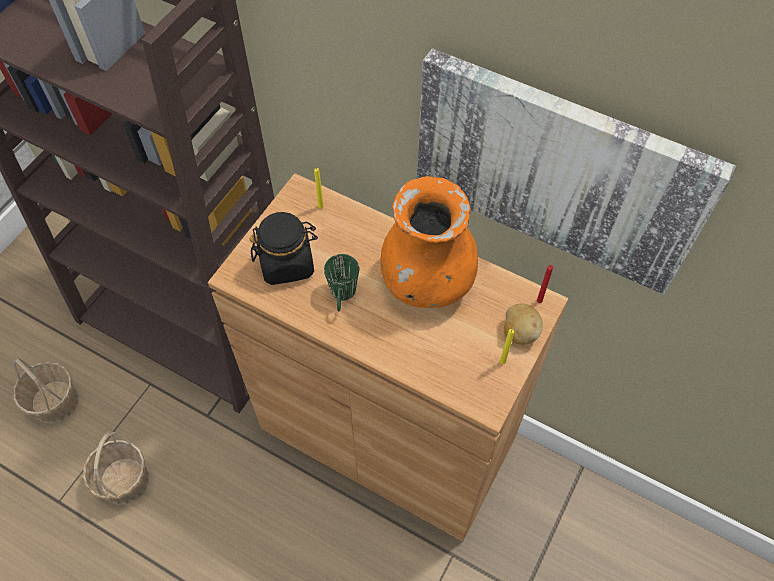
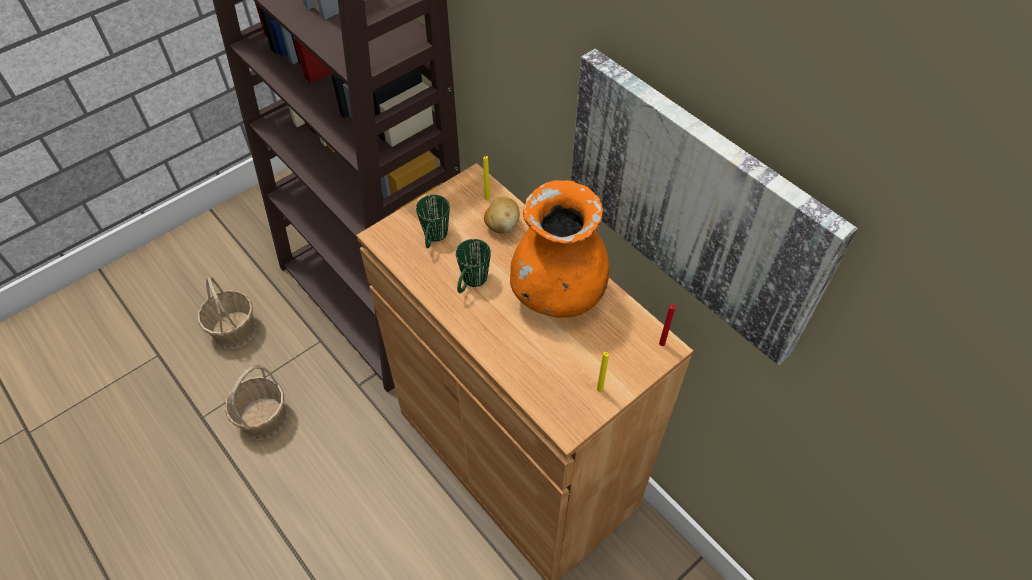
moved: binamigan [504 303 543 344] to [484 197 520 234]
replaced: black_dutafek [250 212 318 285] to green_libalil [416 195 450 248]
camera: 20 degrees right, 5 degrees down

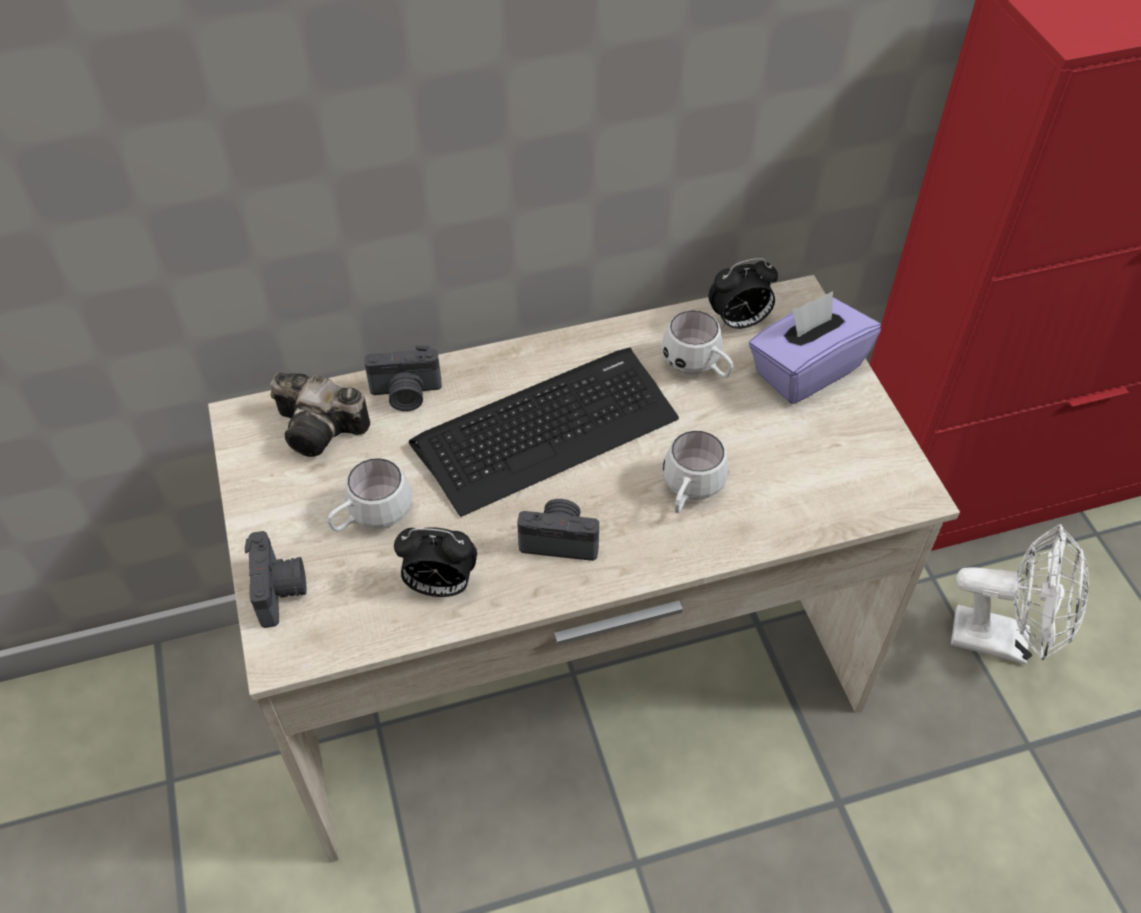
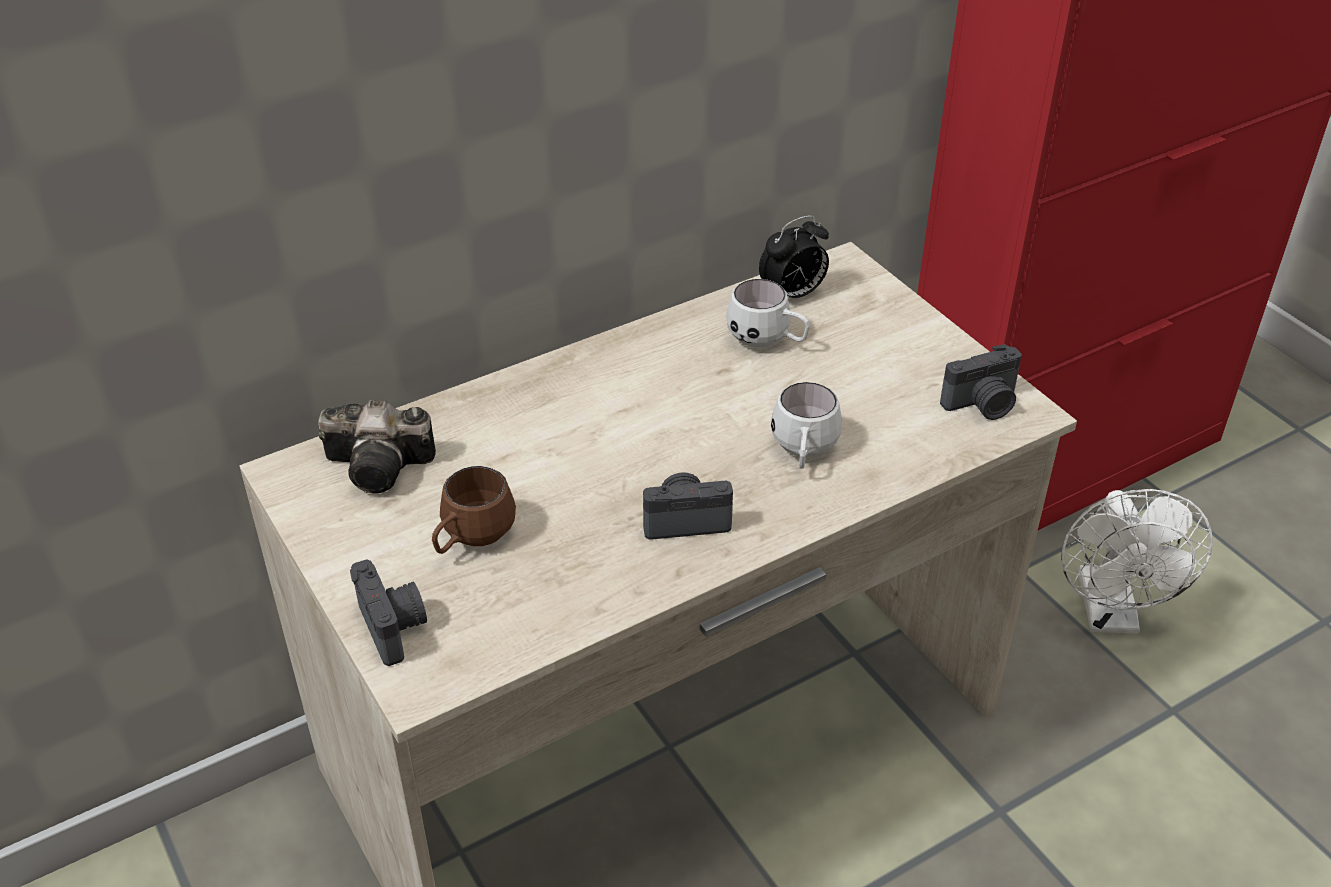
removed: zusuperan [394 527 477 597]; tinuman [409 347 679 517]; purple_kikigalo [749 291 881 404]
moved: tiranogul [365 346 442 411] to [940 344 1022 420]
recoloured: white_libalil [327 458 412 532] to brown_libalil [432 466 516 554]
turned: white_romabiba [951 524 1089 665] = [1061 489 1213 633] 90 degrees clockwise
camera: 15 degrees left, 10 degrees down

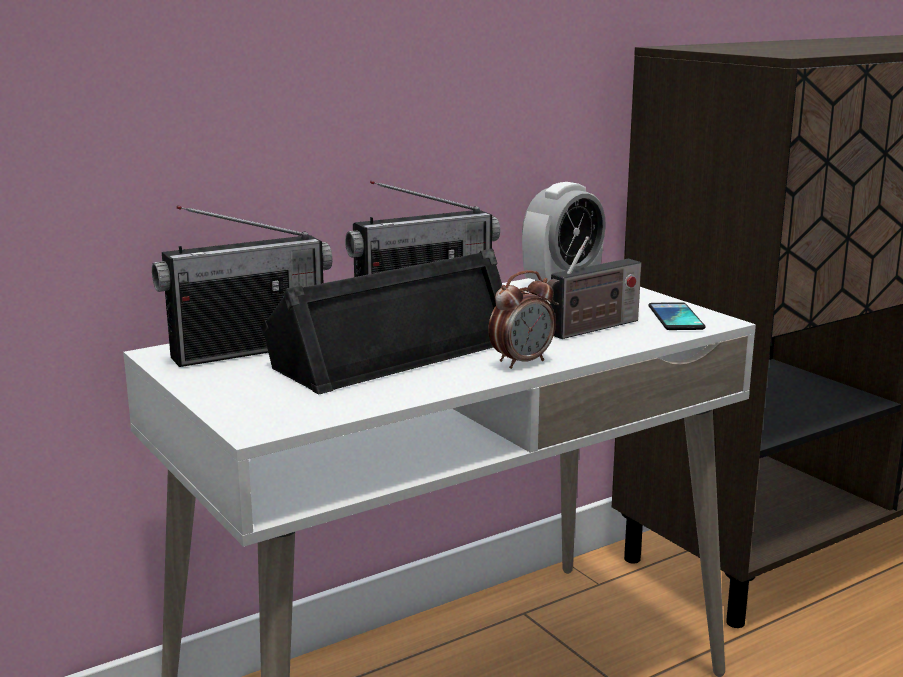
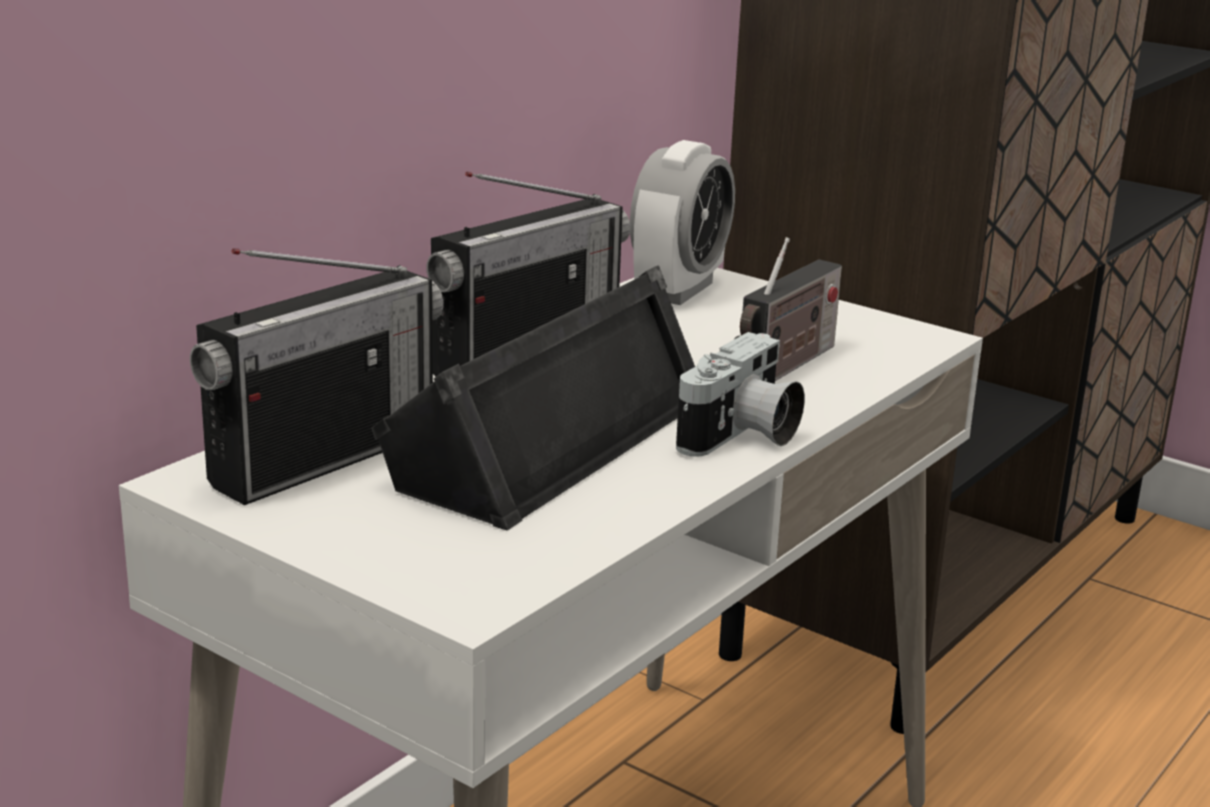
removed: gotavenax [648 302 706 330]
replaced: zusuperan [488 270 556 369] to tiranogul [676 332 805 457]
camera: 20 degrees left, 5 degrees up

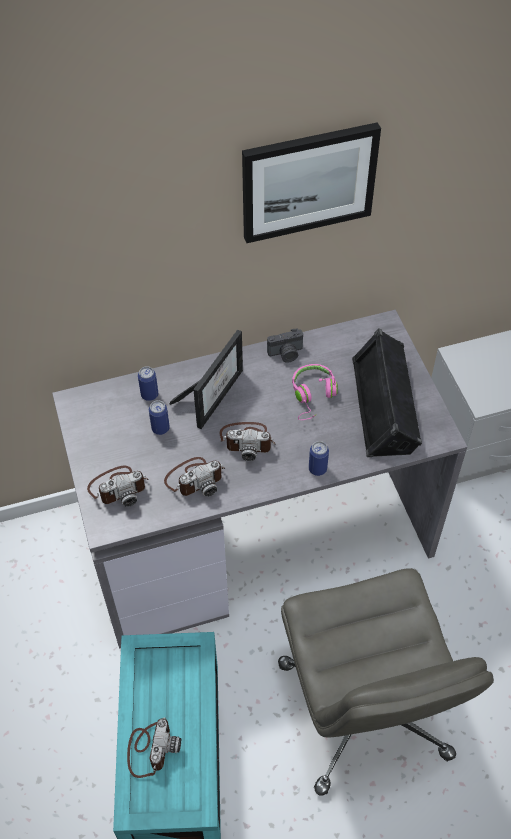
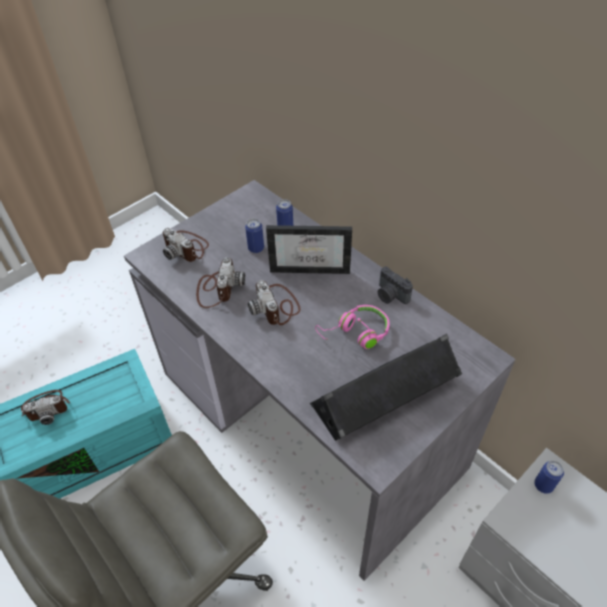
removed: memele [242 122 381 243]
moved: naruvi [309 441 329 476] to [534 460 564 494]
turned: tiranogul [164 457 225 497] = [196 257 245 308] 120 degrees counterclockwise
camera: 65 degrees right, 5 degrees down

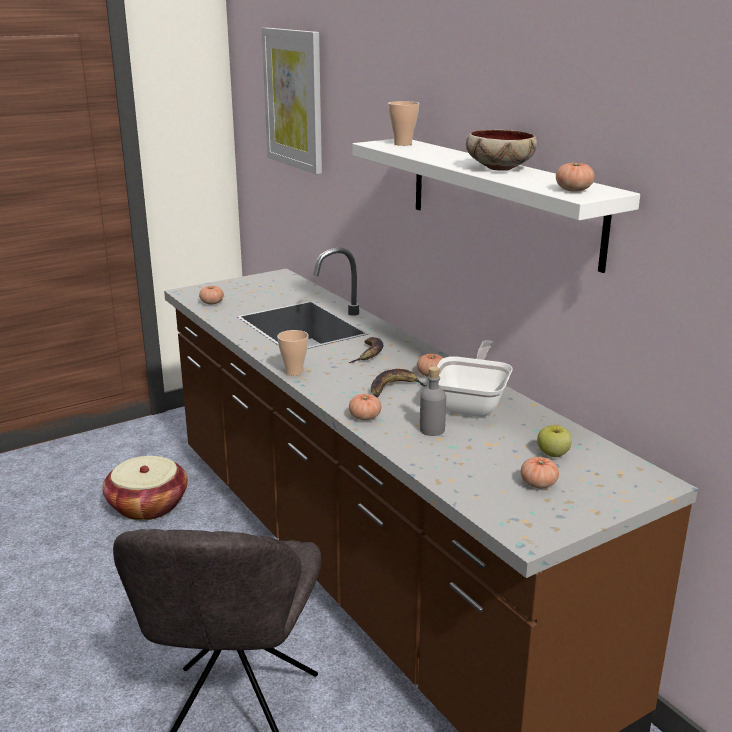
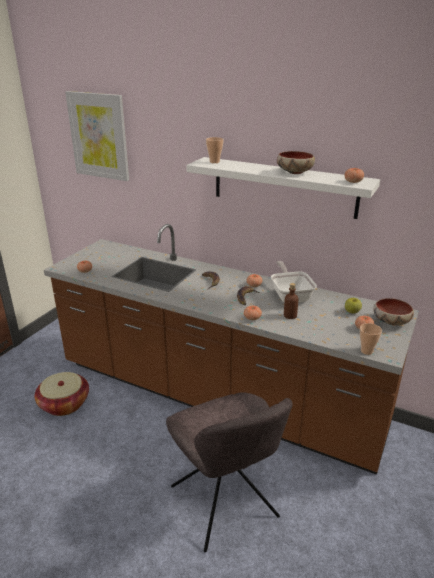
added: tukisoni [373 298 414 325]
moved: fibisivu [277 330 309 376] to [360 323 382 355]
recoloured: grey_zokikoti [420 366 446 436] to brown_zokikoti [284 283 299 319]
camera: 30 degrees left, 5 degrees up

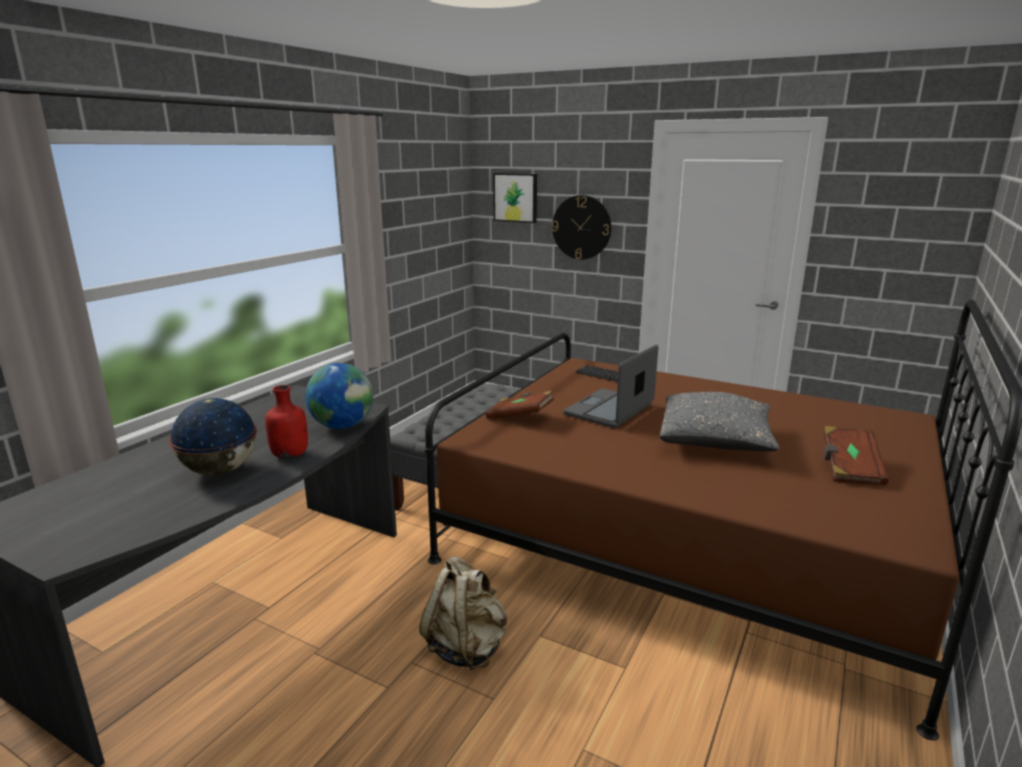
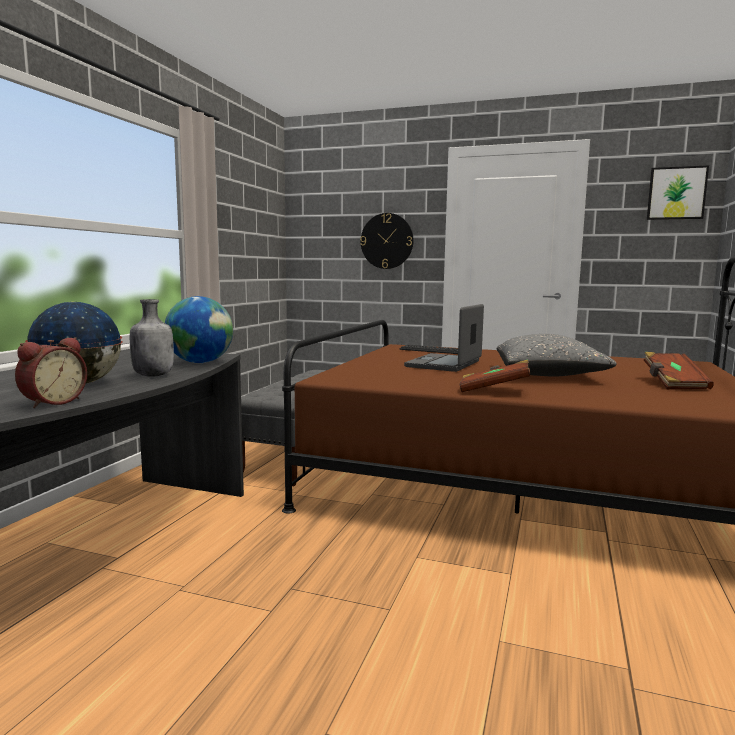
removed: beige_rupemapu [419 557 507 670]
added: zusuperan [15 337 87 408]
moved: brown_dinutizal [486 391 554 419] to [460 360 530 392]; memele [493 173 537 223] to [647 165 709 220]
recoloured: red_zokikoti [265 385 308 458] to grey_zokikoti [130 299 174 377]
camera: 10 degrees left, 10 degrees down

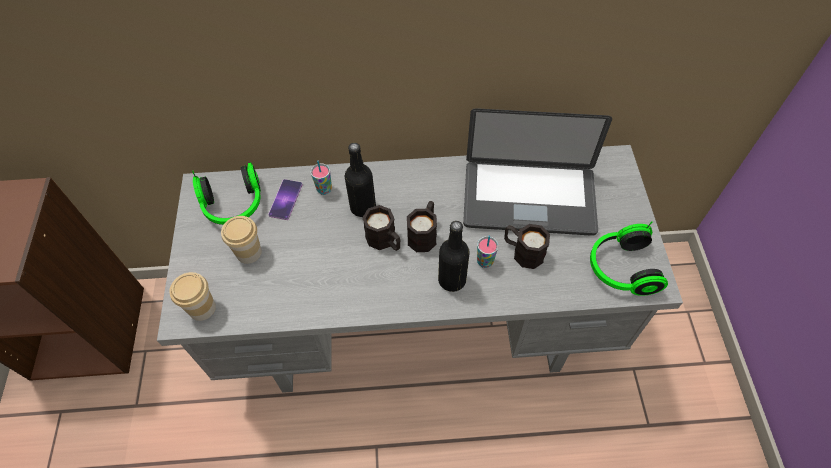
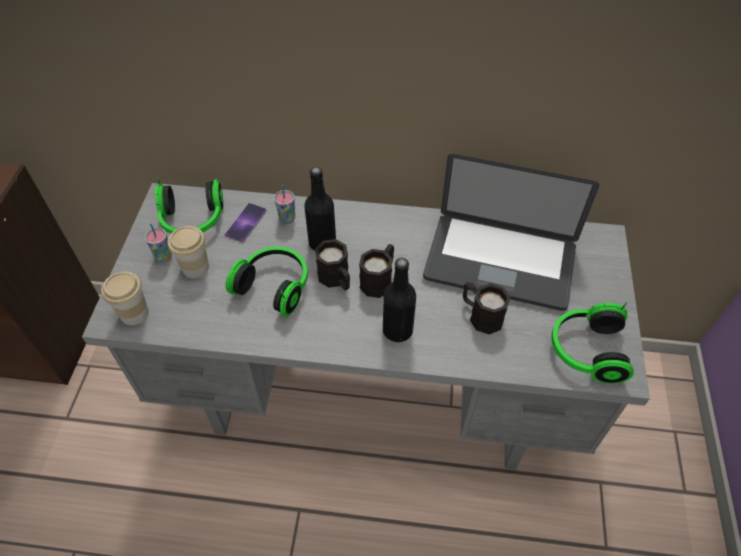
added: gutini [226 247 308 317]
moved: fibisivu [477 235 498 268] to [145 224 172 263]
camera: 10 degrees right, 5 degrees down

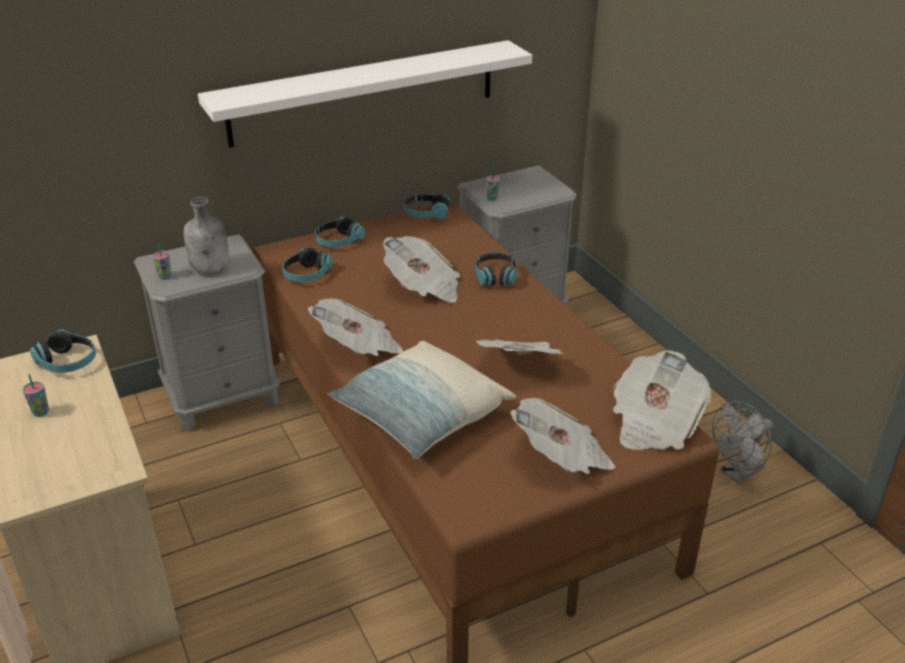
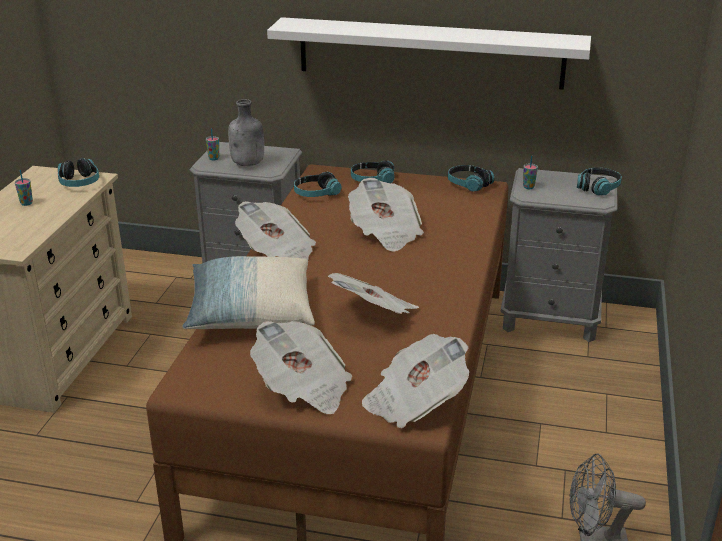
moved: gutini [475 253 517 286] to [577 167 622 195]
camera: 40 degrees right, 5 degrees down

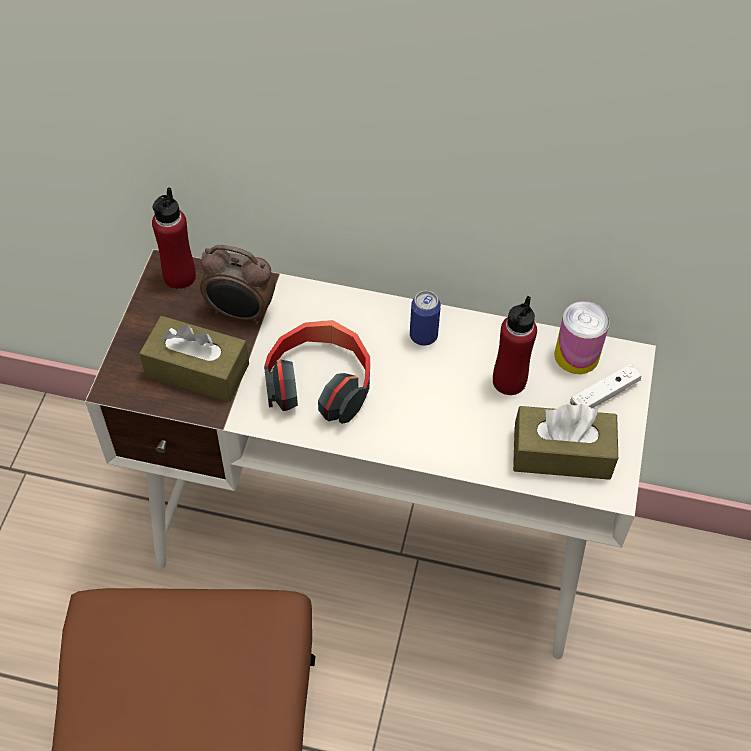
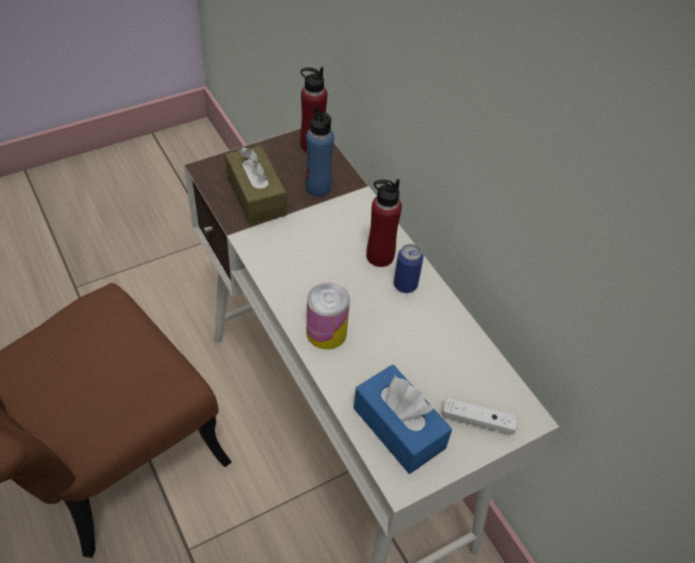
removed: gutini [264 320 370 424]
moved: red_zokikoti [493 296 537 395] to [366 179 402 267]; naruvi [554 301 610 374] to [306 283 350 349]
replaced: zusuperan [200 245 275 324] to blue_zokikoti [305 106 334 197]
recoloured: brown_kikigalo [513 404 618 480] to blue_kikigalo [353 365 452 474]
camera: 45 degrees right, 5 degrees down

